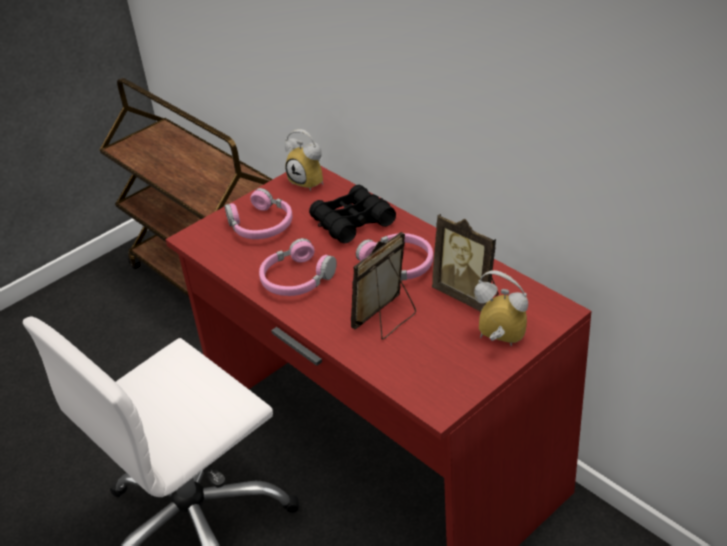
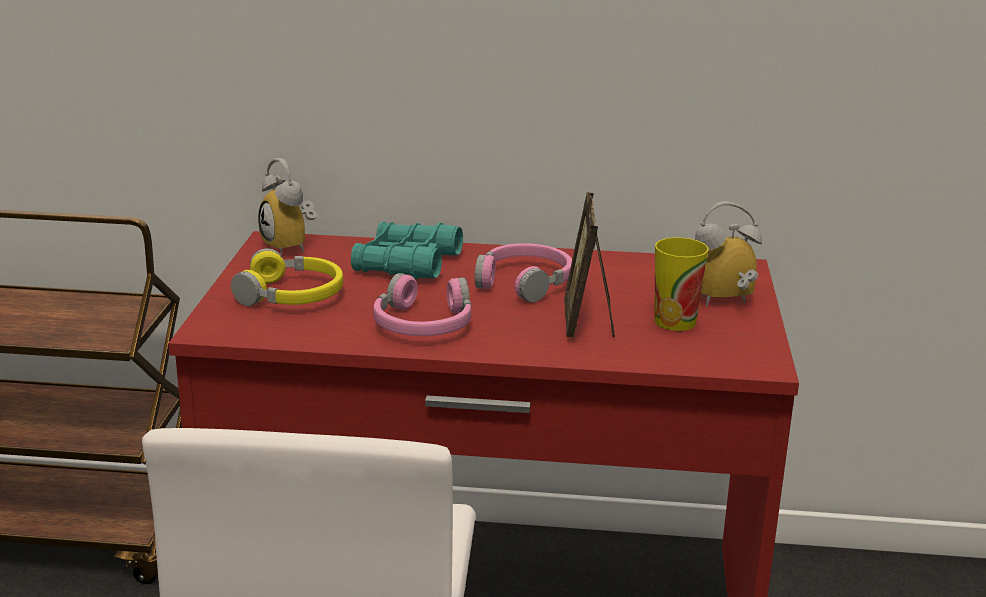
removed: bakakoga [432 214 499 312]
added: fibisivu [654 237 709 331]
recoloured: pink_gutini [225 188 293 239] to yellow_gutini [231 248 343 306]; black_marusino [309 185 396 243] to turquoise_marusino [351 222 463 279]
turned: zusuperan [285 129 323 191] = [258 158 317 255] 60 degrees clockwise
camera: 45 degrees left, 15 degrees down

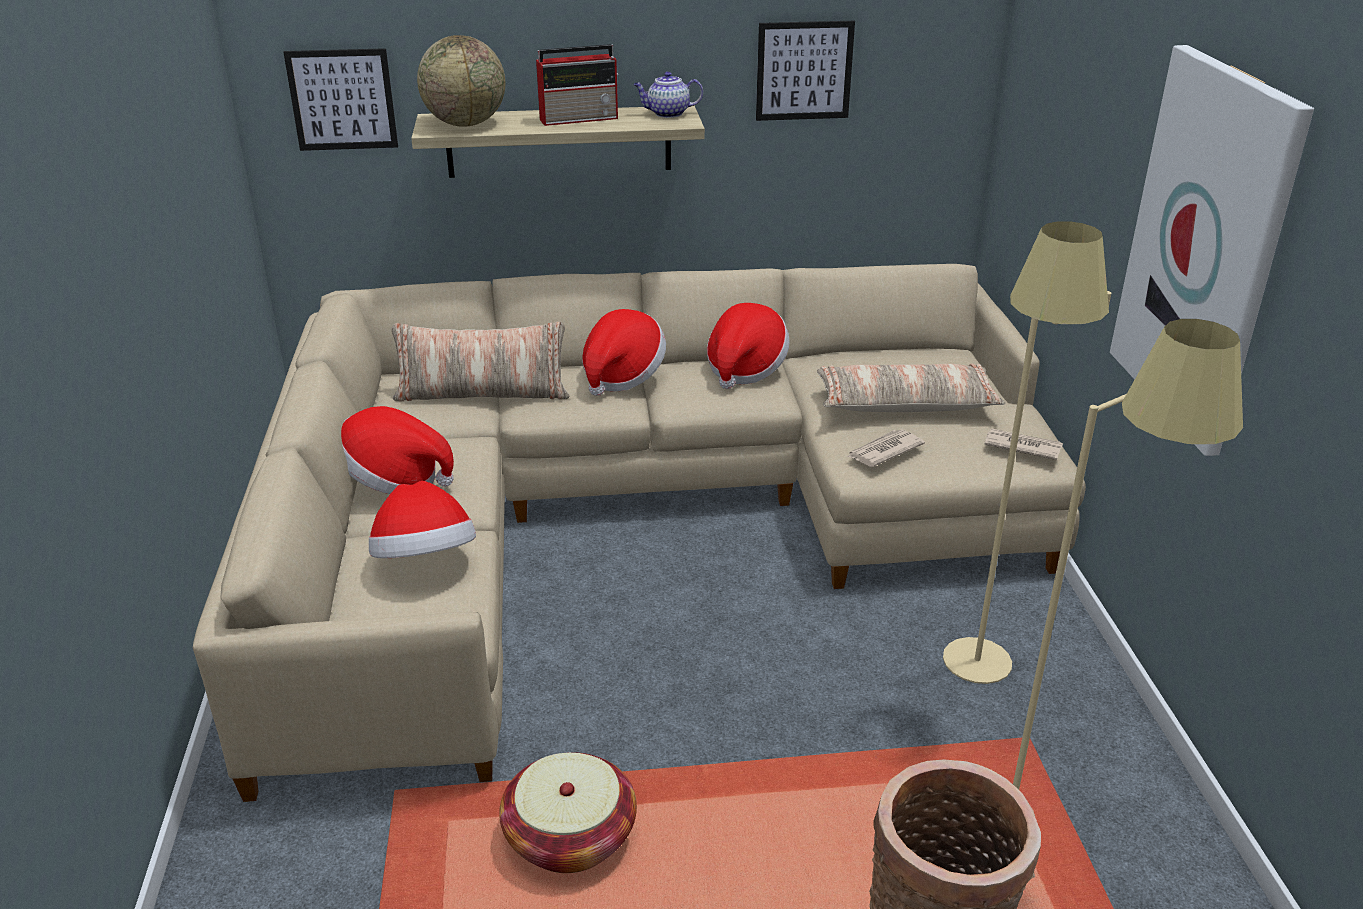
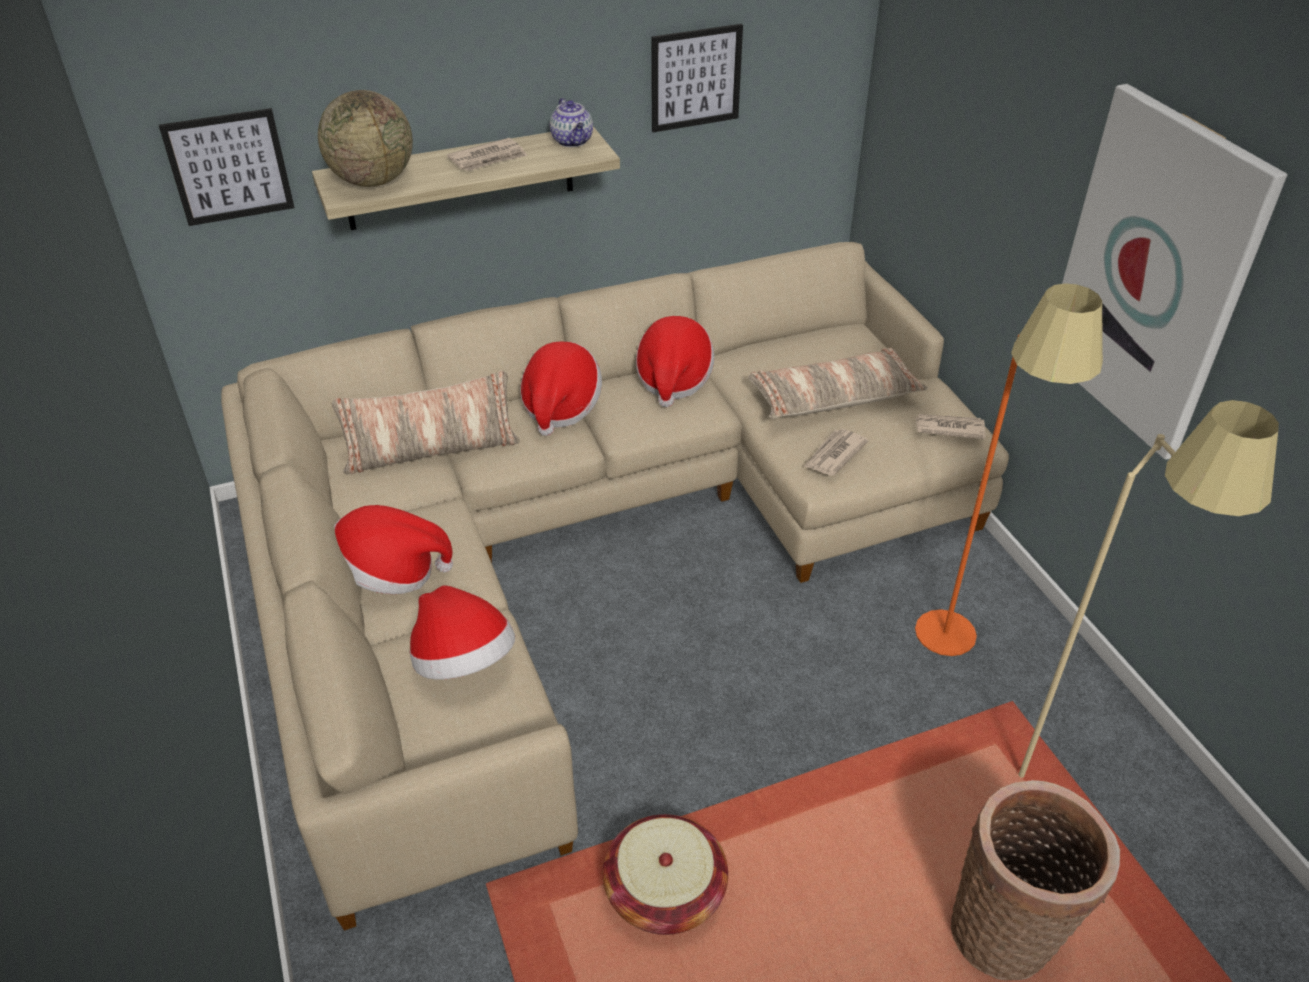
replaced: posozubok [536 44 618 126] to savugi [447 138 528 171]
recoloured: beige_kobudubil [943 221 1111 684] to orange_kobudubil [915 283 1103 656]
turned: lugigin [633 72 703 118] = [550 98 593 147] 90 degrees counterclockwise
camera: 15 degrees left, 10 degrees up

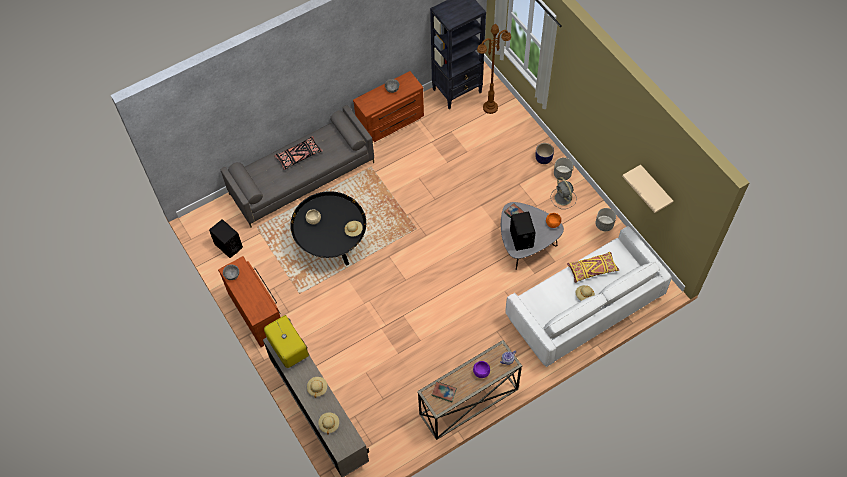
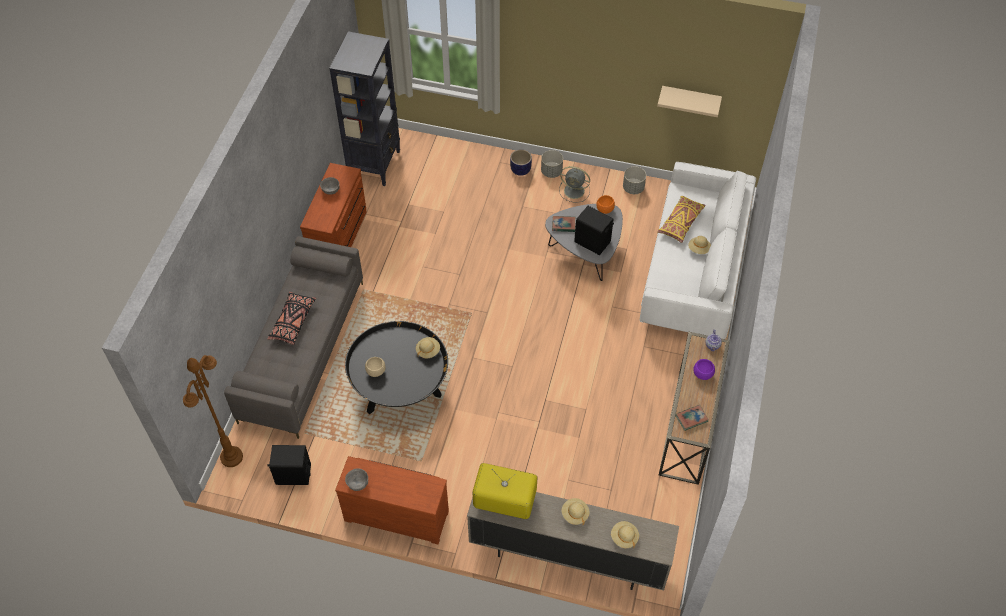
moved: brown_kobudubil [477 24 511 114] to [183 355 243 467]
camera: 45 degrees left, 5 degrees down

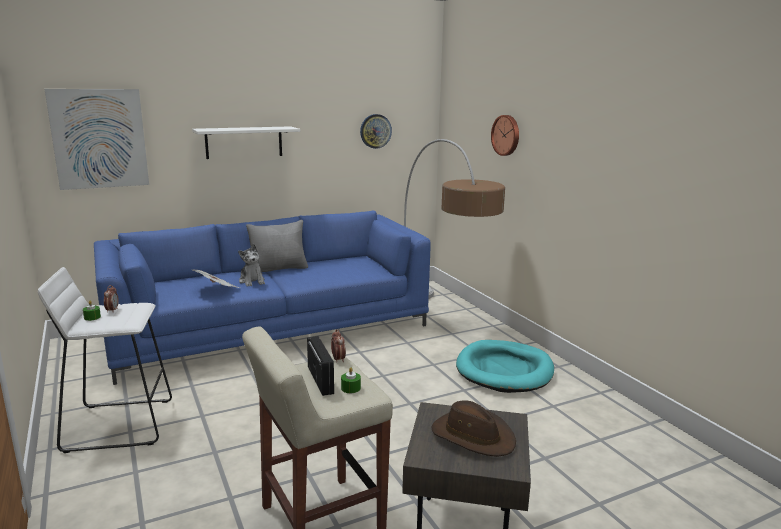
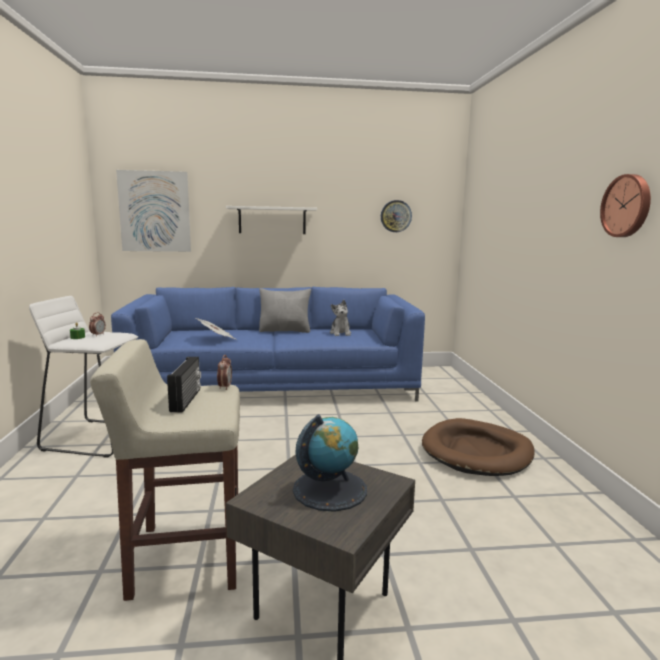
removed: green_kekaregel [341 367 361 393]; kobudubil [404 139 505 299]
moved: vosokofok [238 244 265 287] to [330 300 351 336]; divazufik [491 115 519 156] to [600 174 651 237]
replaced: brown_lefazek [431 400 516 456] to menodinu [293 414 367 512]
recoloured: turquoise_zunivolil [456 340 554 393] to brown_zunivolil [422 418 535 476]
camera: 20 degrees right, 5 degrees down

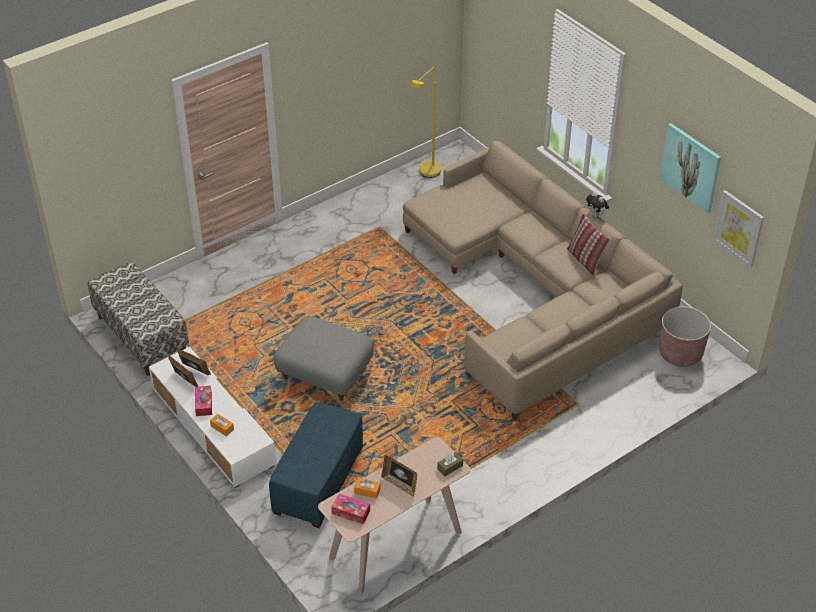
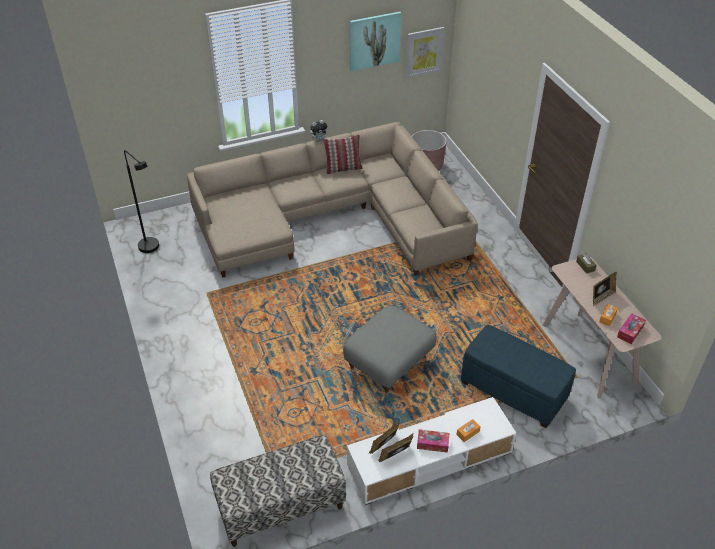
recoloured: yellow_kobudubil [411 67 441 178] to black_kobudubil [124 150 159 253]
camera: 75 degrees left, 0 degrees up

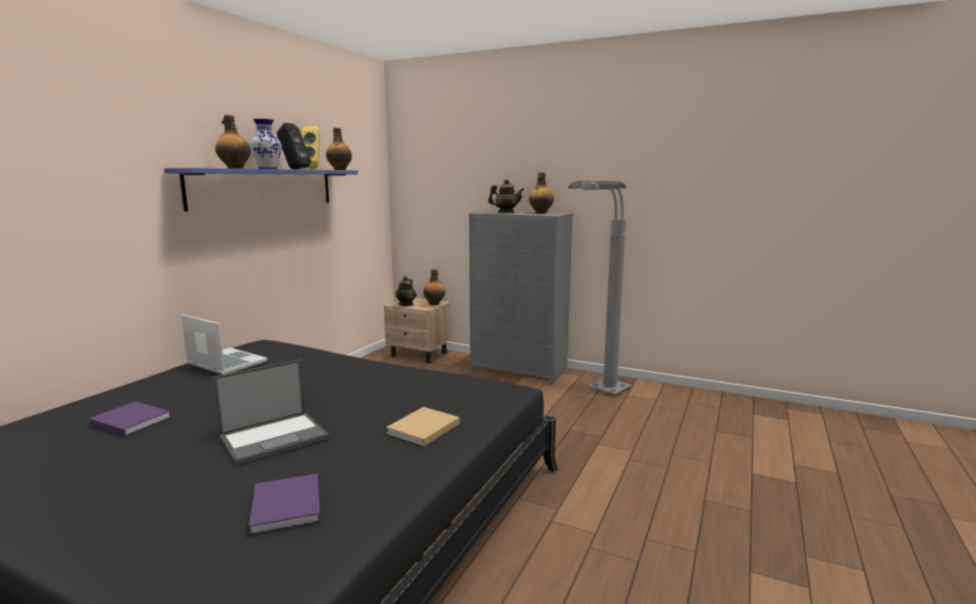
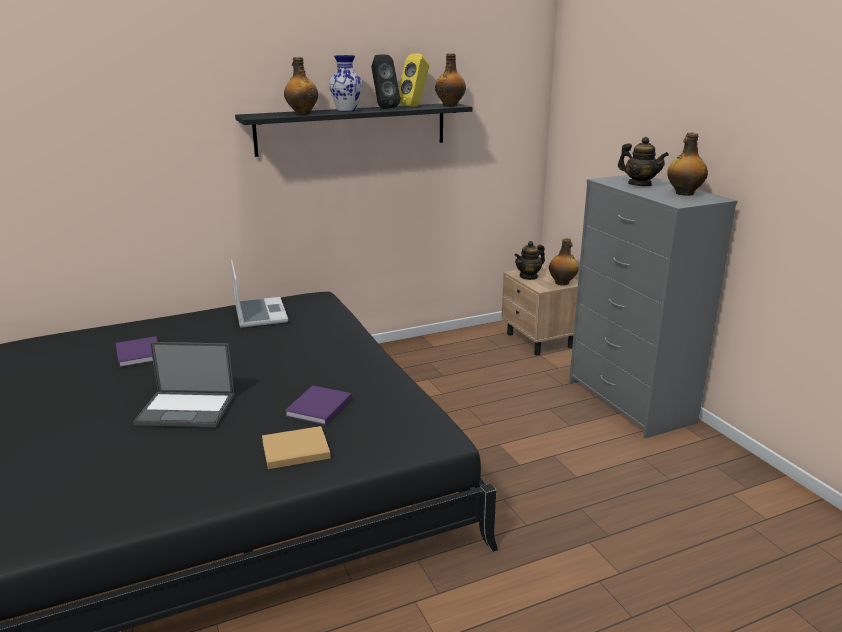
removed: grey_kobudubil [568 181 632 395]
moved: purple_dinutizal [249 474 320 535] to [285 386 352 425]
recoloured: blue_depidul [164 168 358 212] to black_depidul [235 104 473 157]
camera: 40 degrees right, 10 degrees up

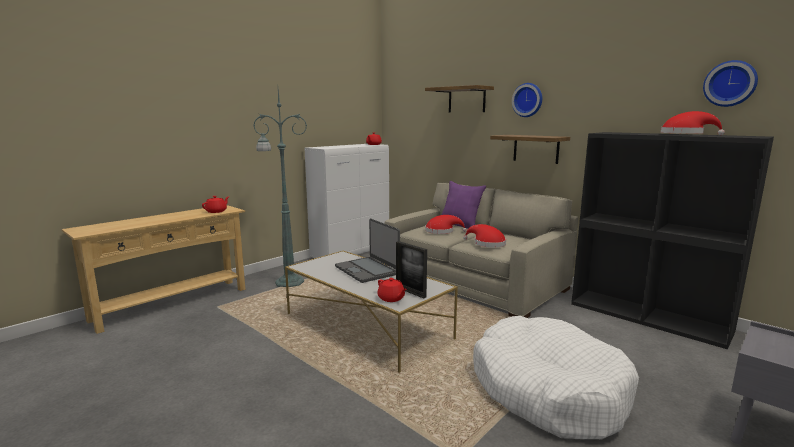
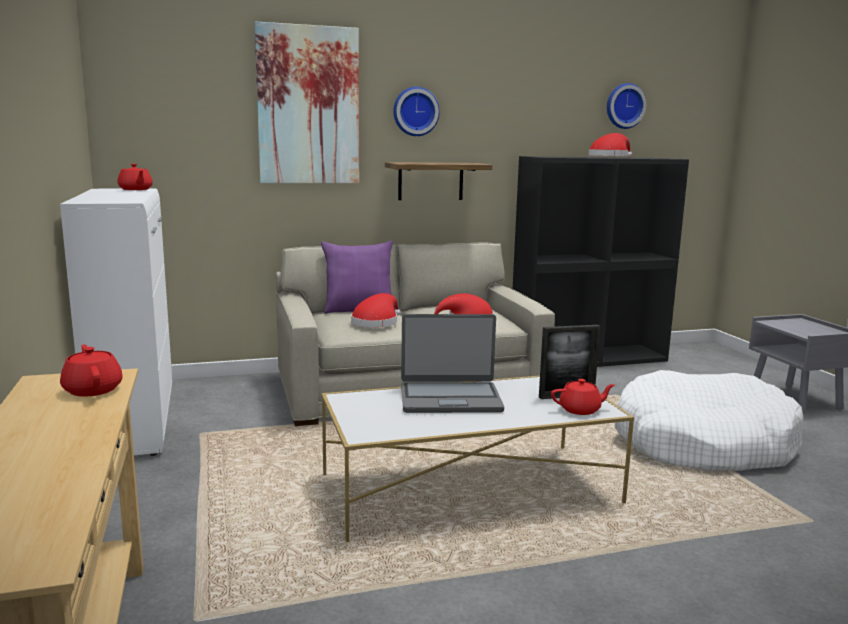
removed: green_kobudubil [253 90 307 287]
replaced: depidul [425 85 494 112] to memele [254 21 359 183]
camera: 60 degrees left, 0 degrees up

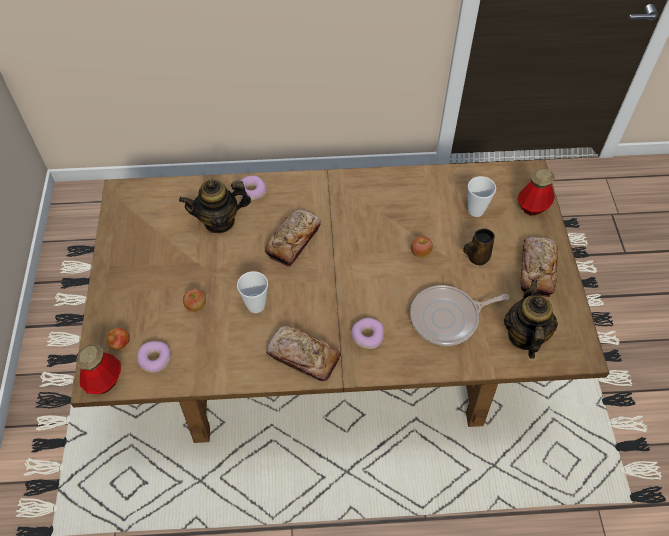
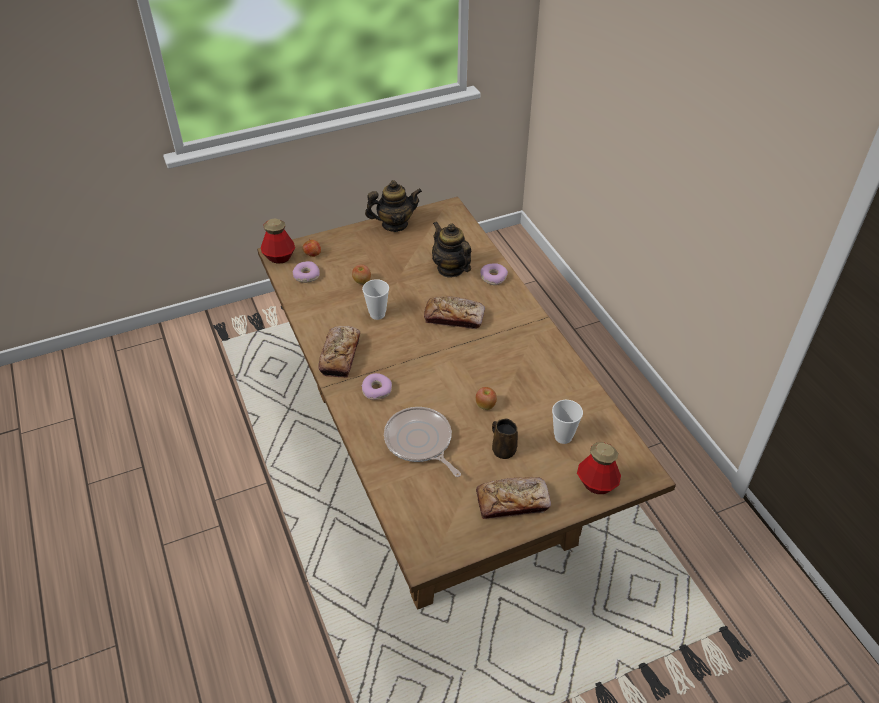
moved: lugigin [504 279 558 359] to [365 180 422 232]
camera: 70 degrees right, 10 degrees down

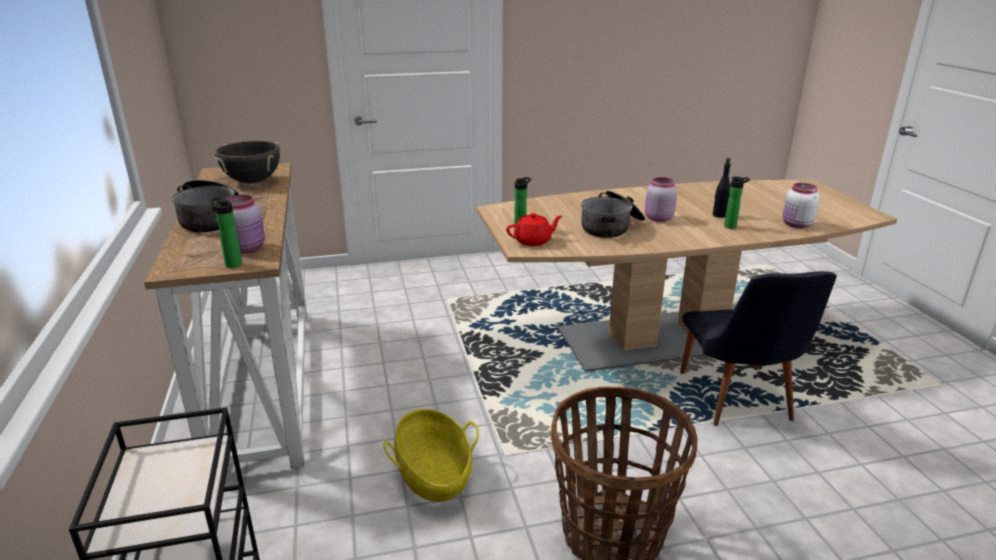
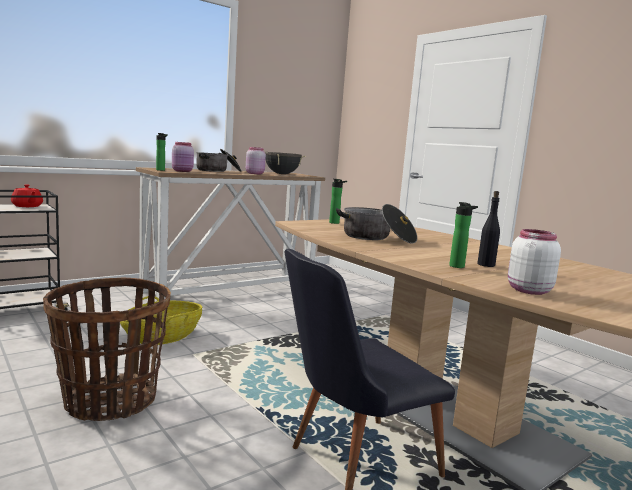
moved: red_lugigin [506 213 562 246] to [11 184 43 207]; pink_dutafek [645 177 677 222] to [246 147 266 174]
camera: 65 degrees right, 15 degrees down

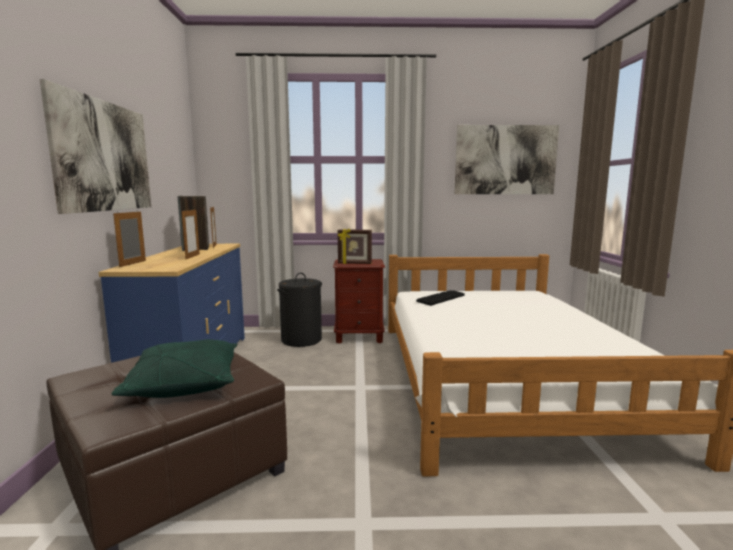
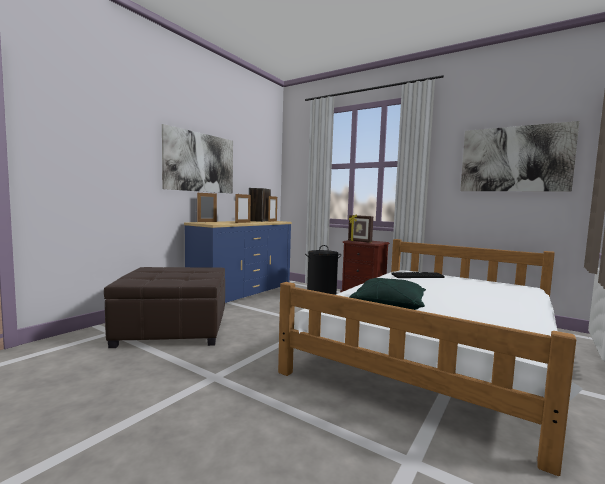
moved: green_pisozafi [111 339 238 398] to [349 278 426 310]
camera: 35 degrees right, 5 degrees down

